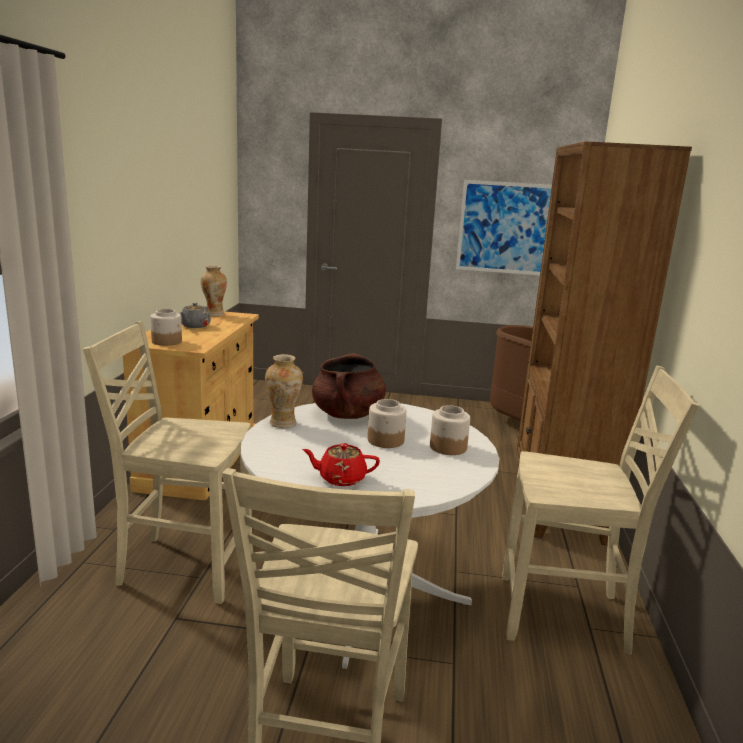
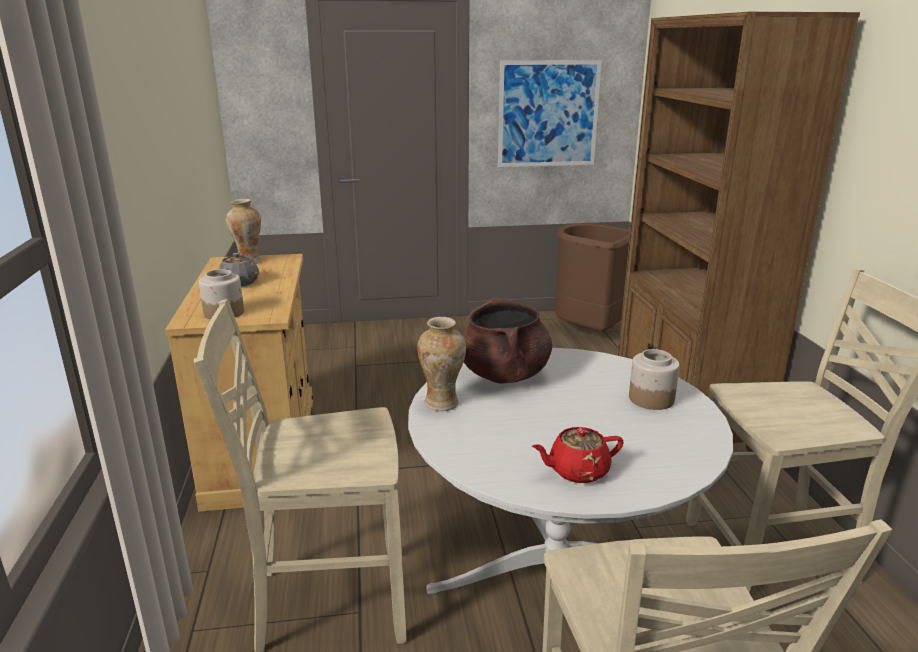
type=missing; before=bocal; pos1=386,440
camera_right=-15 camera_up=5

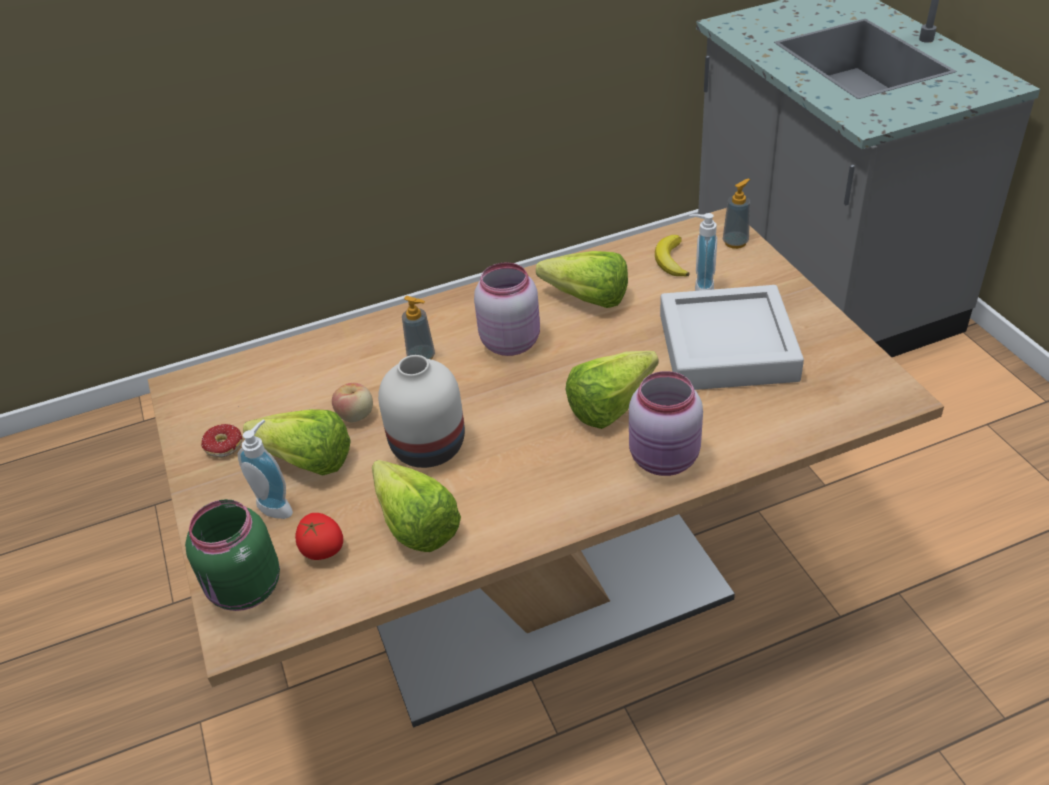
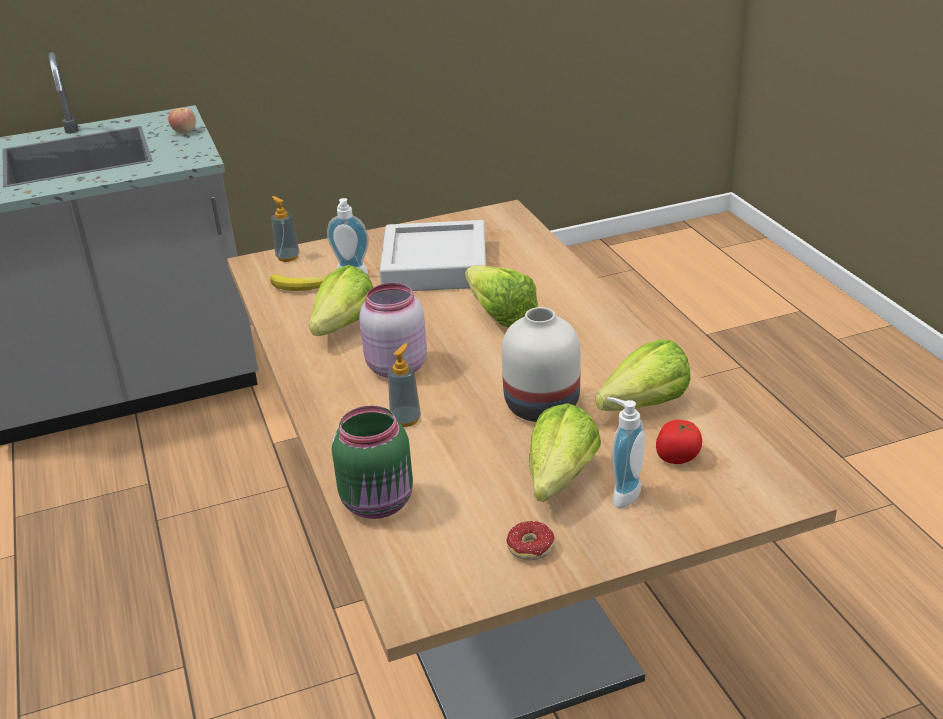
type=relocated; before=bocal (vert); pos1=244,590; pos2=379,503
type=relocated; before=pomme; pos1=356,415; pos2=184,131
type=missing; before=bocal (rose); pos1=665,459
camera_right=-90 camera_up=-10

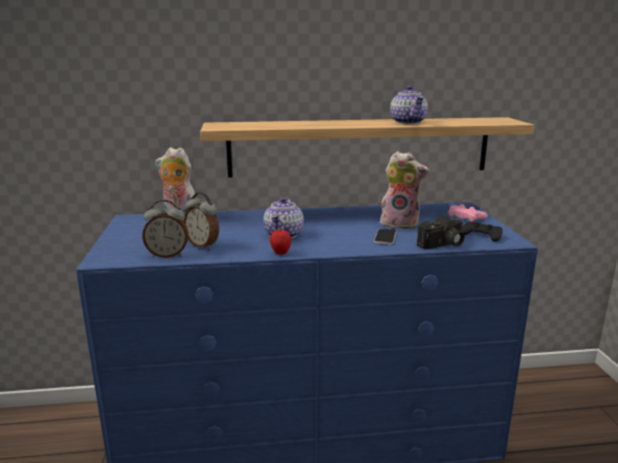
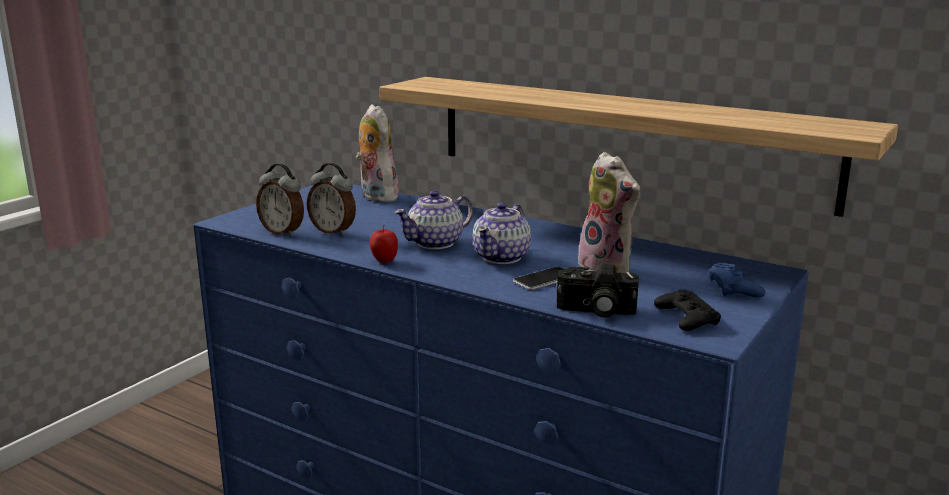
type=spun; before=réveil; pos1=203,245; pos2=333,231; turn=-45
type=relocated; before=théière; pos1=408,122; pos2=502,257
type=colour; before=manette (rose); after=manette (bleu); pos1=466,217; pos2=734,287
camera_right=40 camera_up=0

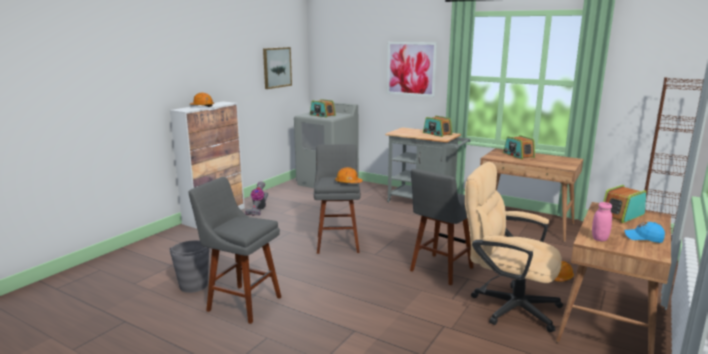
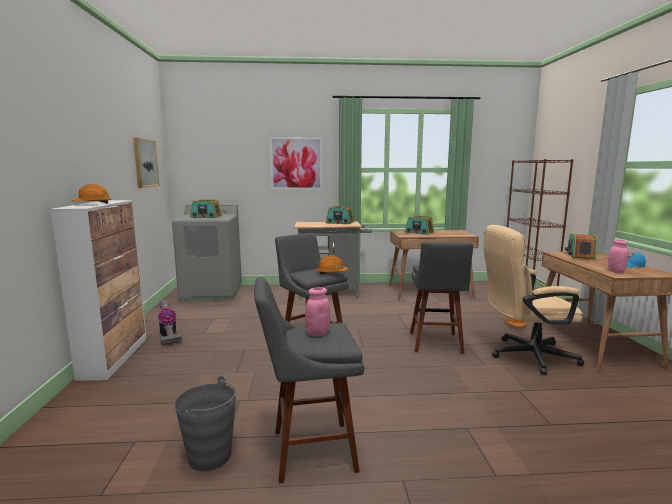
type=appeared; after=bocal (rose); pos2=317,333
camera_right=-35 camera_up=-5

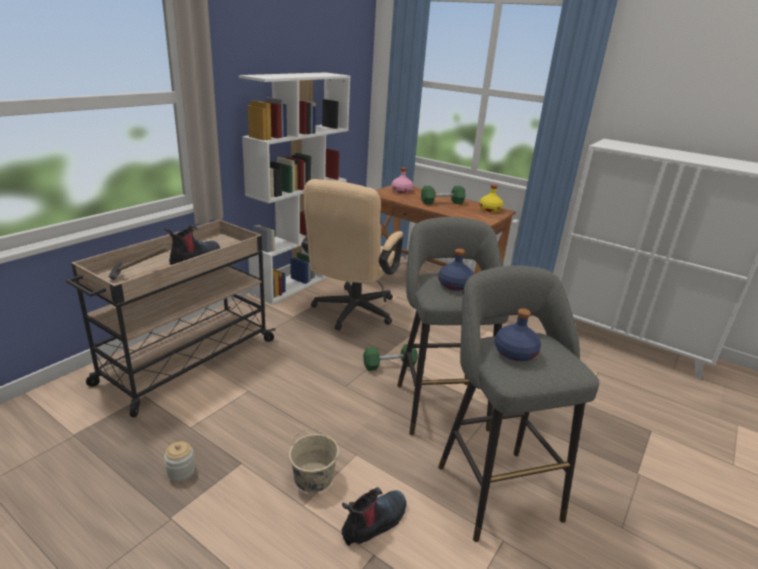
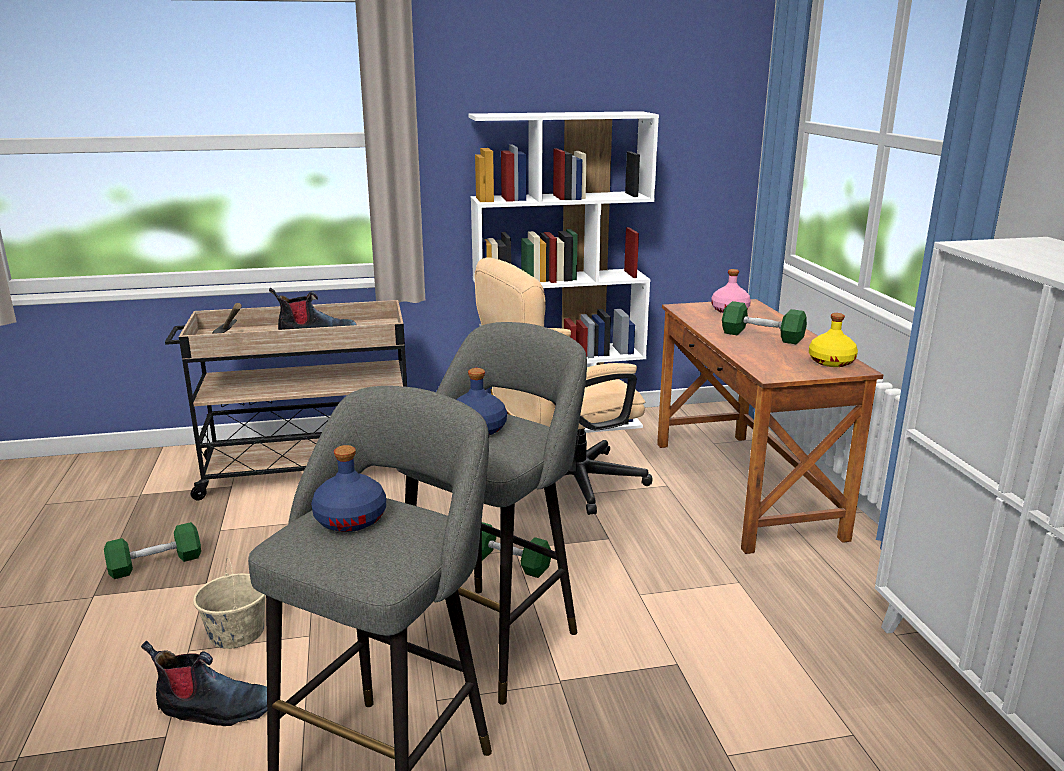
type=exchanged; before=bocal; after=haltère (vert); pos1=181,471; pos2=156,564
camera_right=45 camera_up=-5

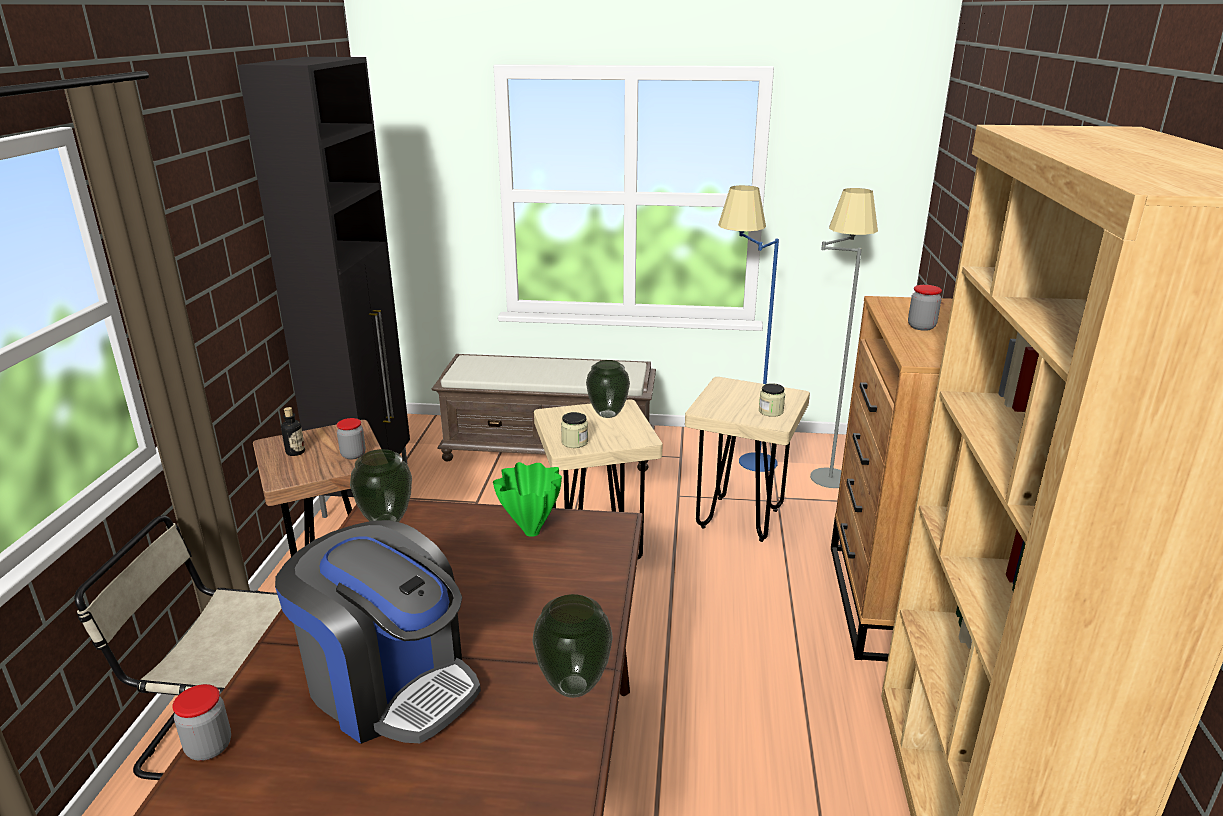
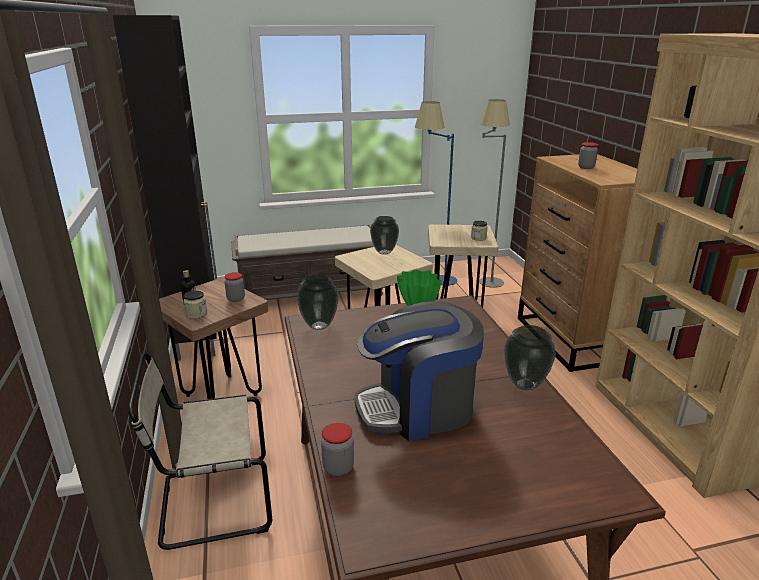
type=spun; before=machine à café; pos1=390,684; pos2=418,408; turn=150
type=relocated; before=bocal; pos1=574,442; pos2=196,314
camera_right=-20 camera_up=0

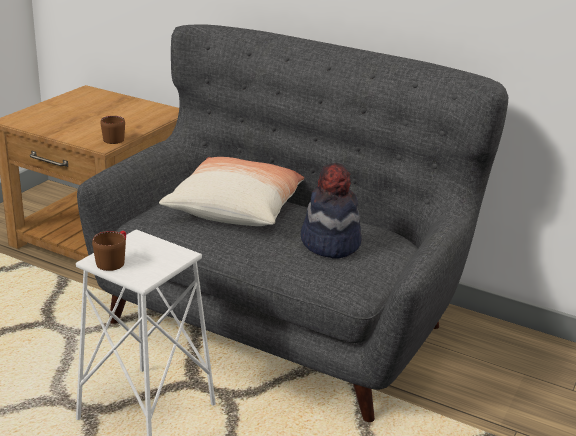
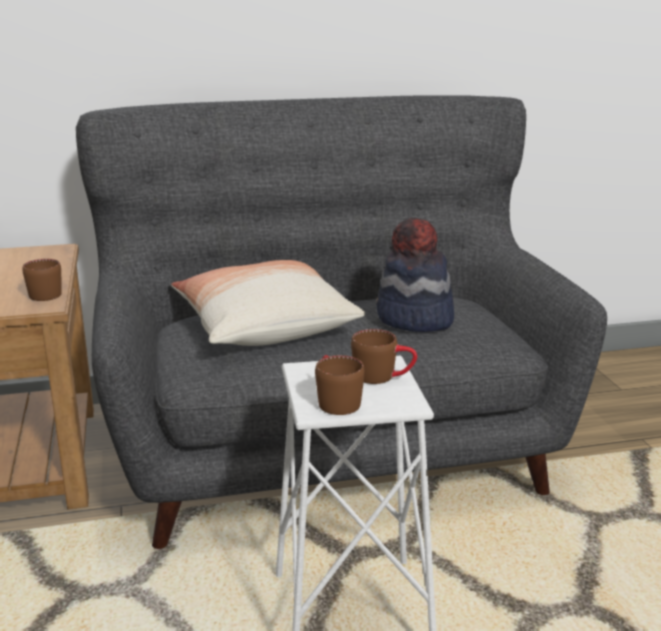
type=appeared; after=mug (marron); pos2=383,376
camera_right=-40 camera_up=-5

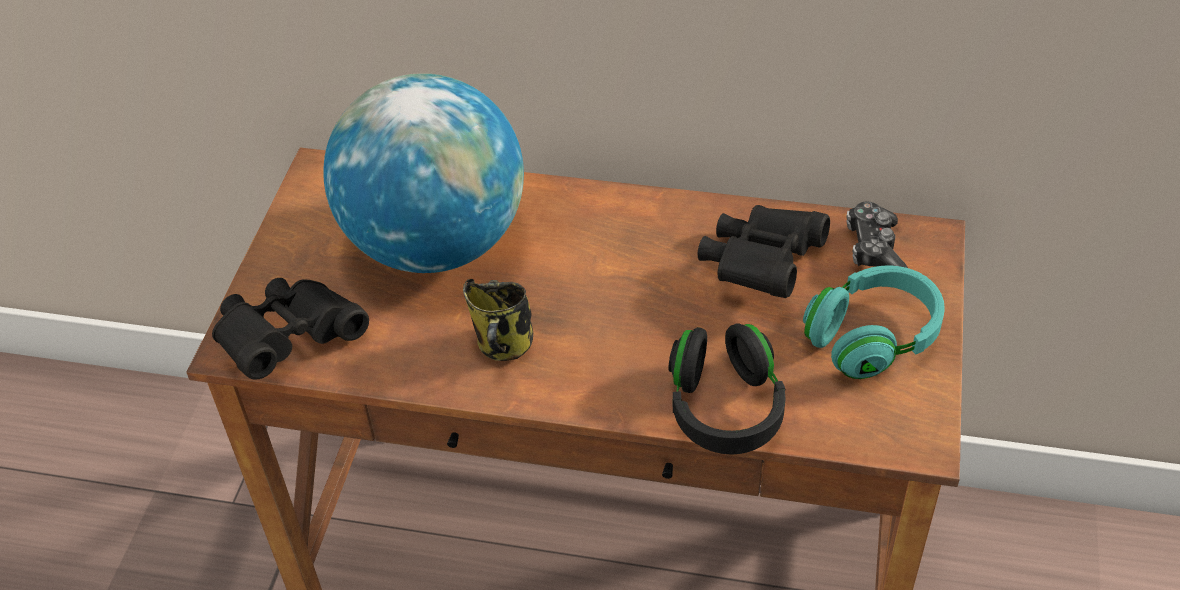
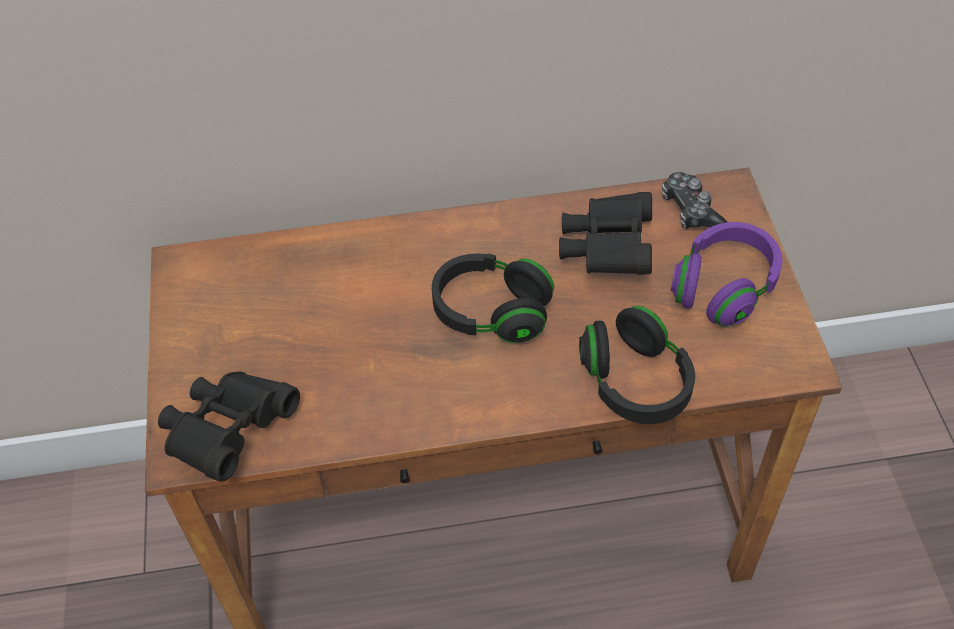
type=missing; before=globe; pos1=435,243
type=missing; before=mug; pos1=504,346
type=colour; before=casque audio (turquoise); after=casque audio (violet); pos1=872,338; pos2=724,288
type=appeared; after=casque audio (noir); pos2=491,312
camera_right=-20 camera_up=5

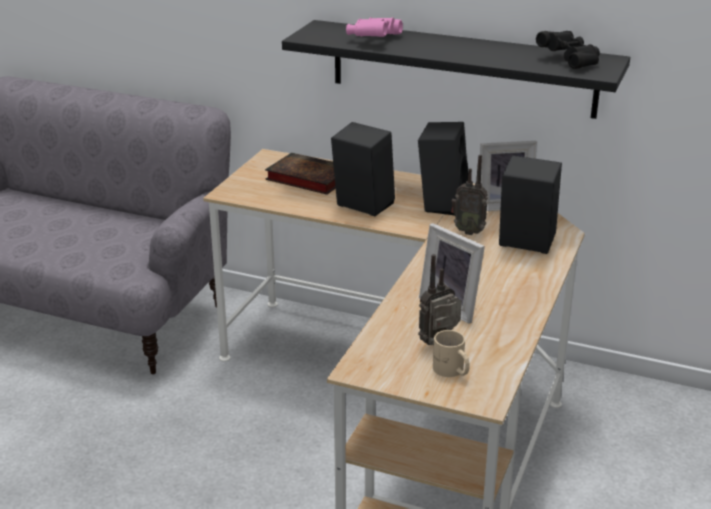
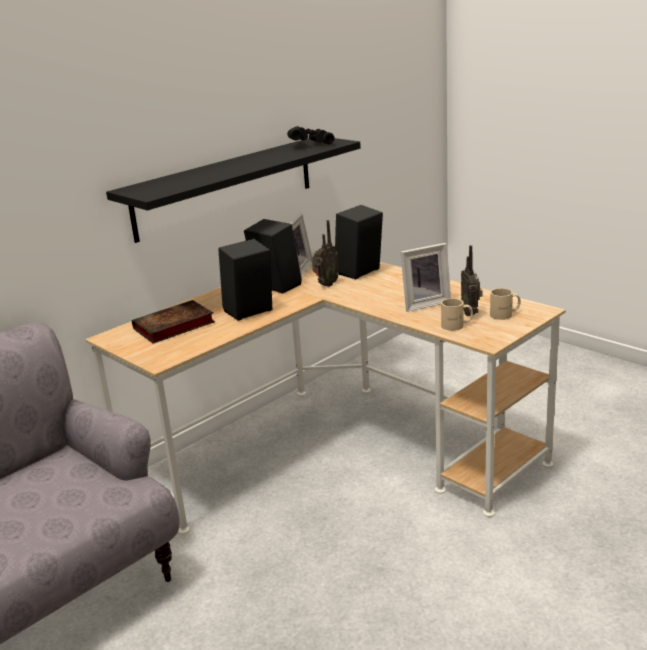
type=missing; before=jumelles (rose); pos1=373,40
type=appeared; after=mug (beige); pos2=457,326
camera_right=-65 camera_up=-5

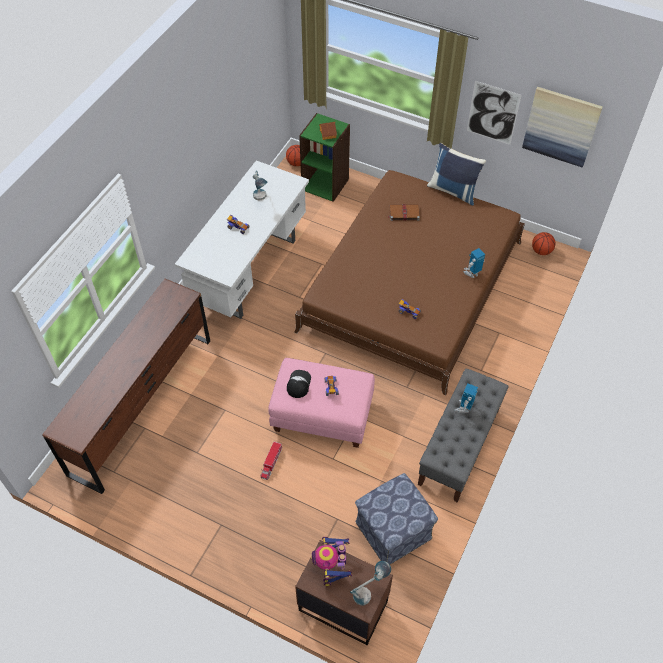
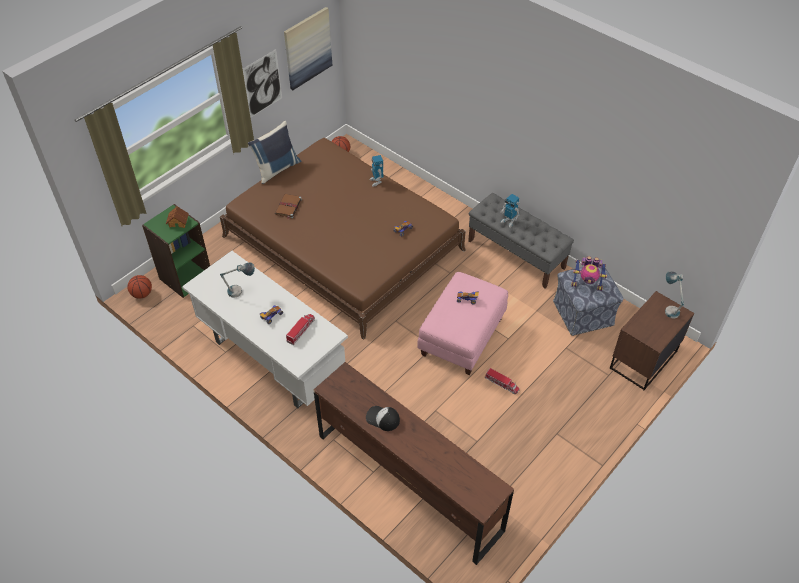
type=relocated; before=casquette; pos1=298,384; pos2=382,419
type=relocated; before=robot jouet; pos1=331,566; pos2=587,284
type=appeared; after=camion jouet; pos2=301,330
camera_right=-75 camera_up=-5

